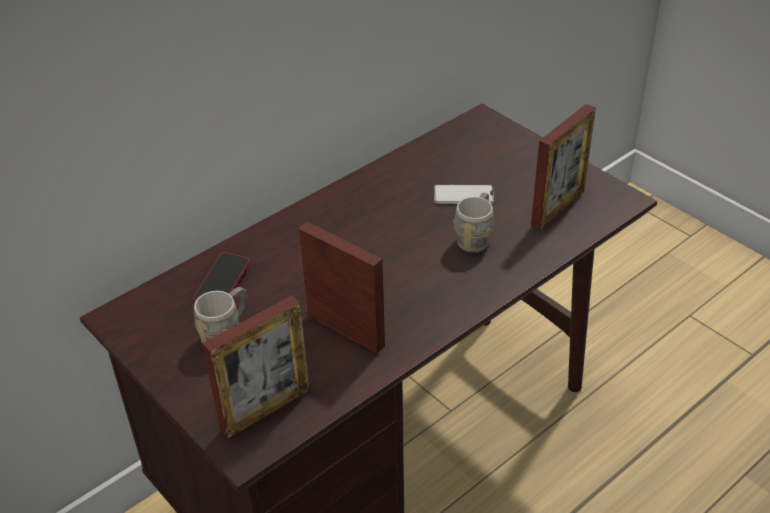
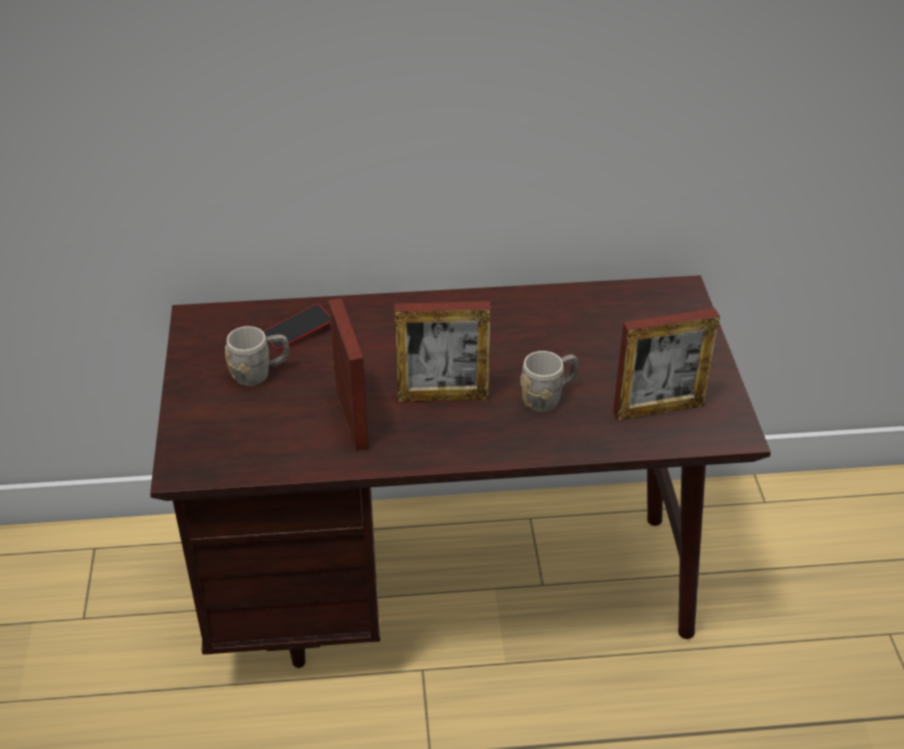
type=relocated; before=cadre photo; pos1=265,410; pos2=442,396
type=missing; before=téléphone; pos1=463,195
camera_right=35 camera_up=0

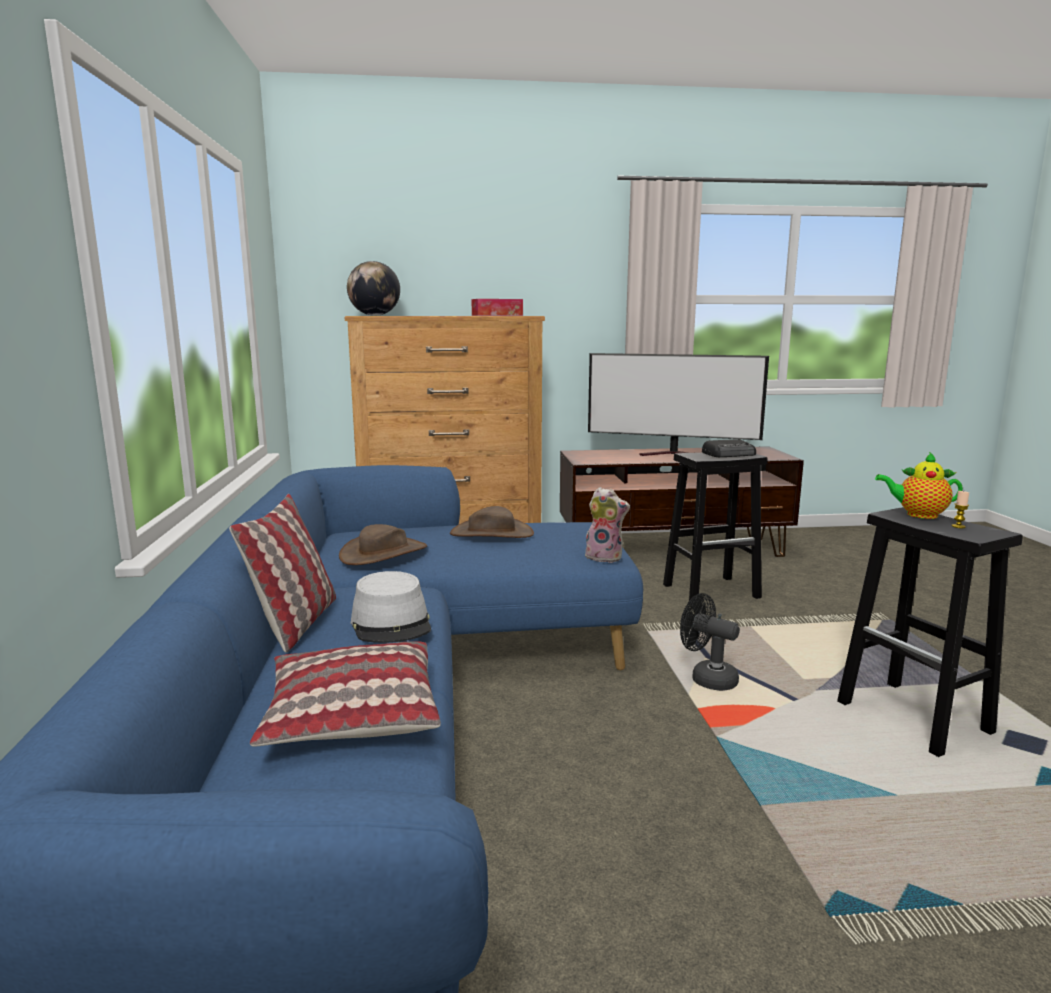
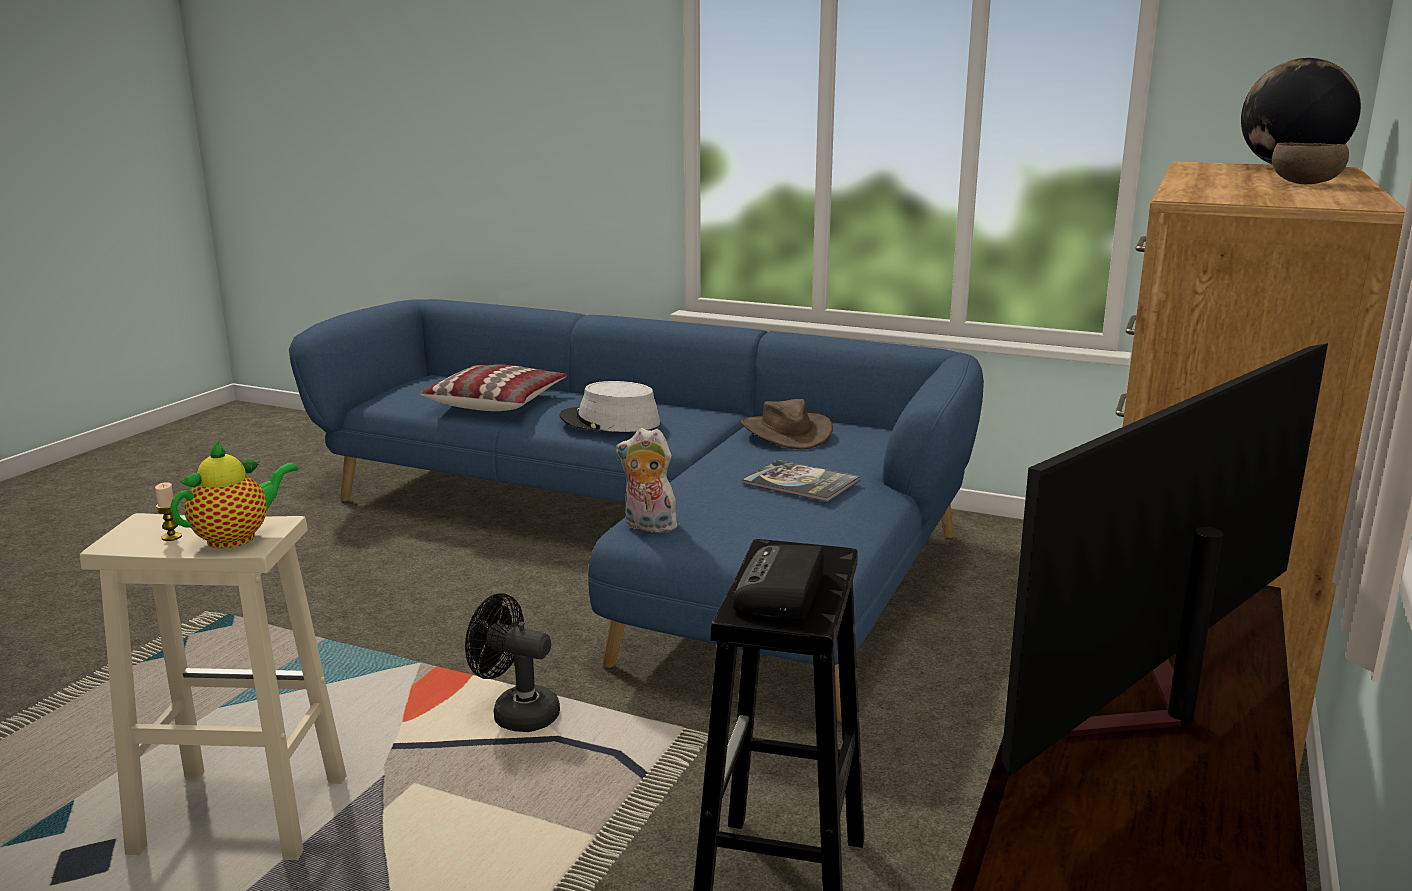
type=missing; before=coussin; pos1=296,623
type=exchanged; before=chapeau (marron); after=livre; pos1=492,533; pos2=801,483
type=missing; before=boîte à mouchoirs; pos1=497,315
type=spun; before=peluche; pos1=605,557; pos2=647,527; turn=60
type=spun; before=ventilateur (noir); pos1=707,678; pos2=516,713; turn=-135
type=colour; before=tabouret (noir); after=tabouret (beige); pos1=915,718; pos2=238,815
type=appeared; after=bol (marron); pos2=1303,183
camera_right=120 camera_up=5

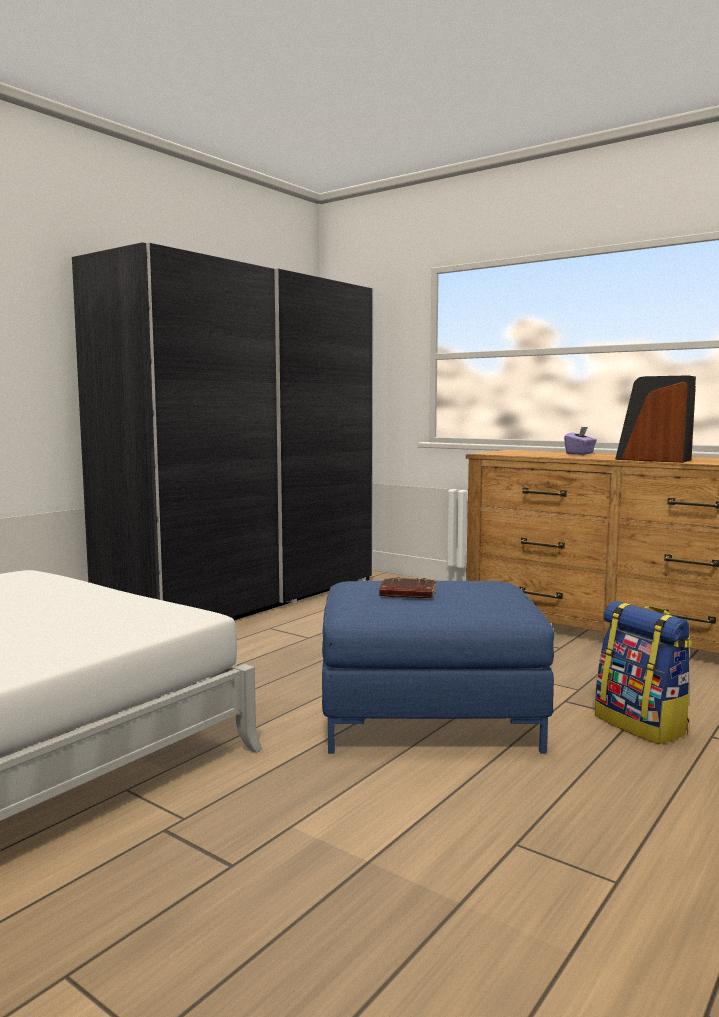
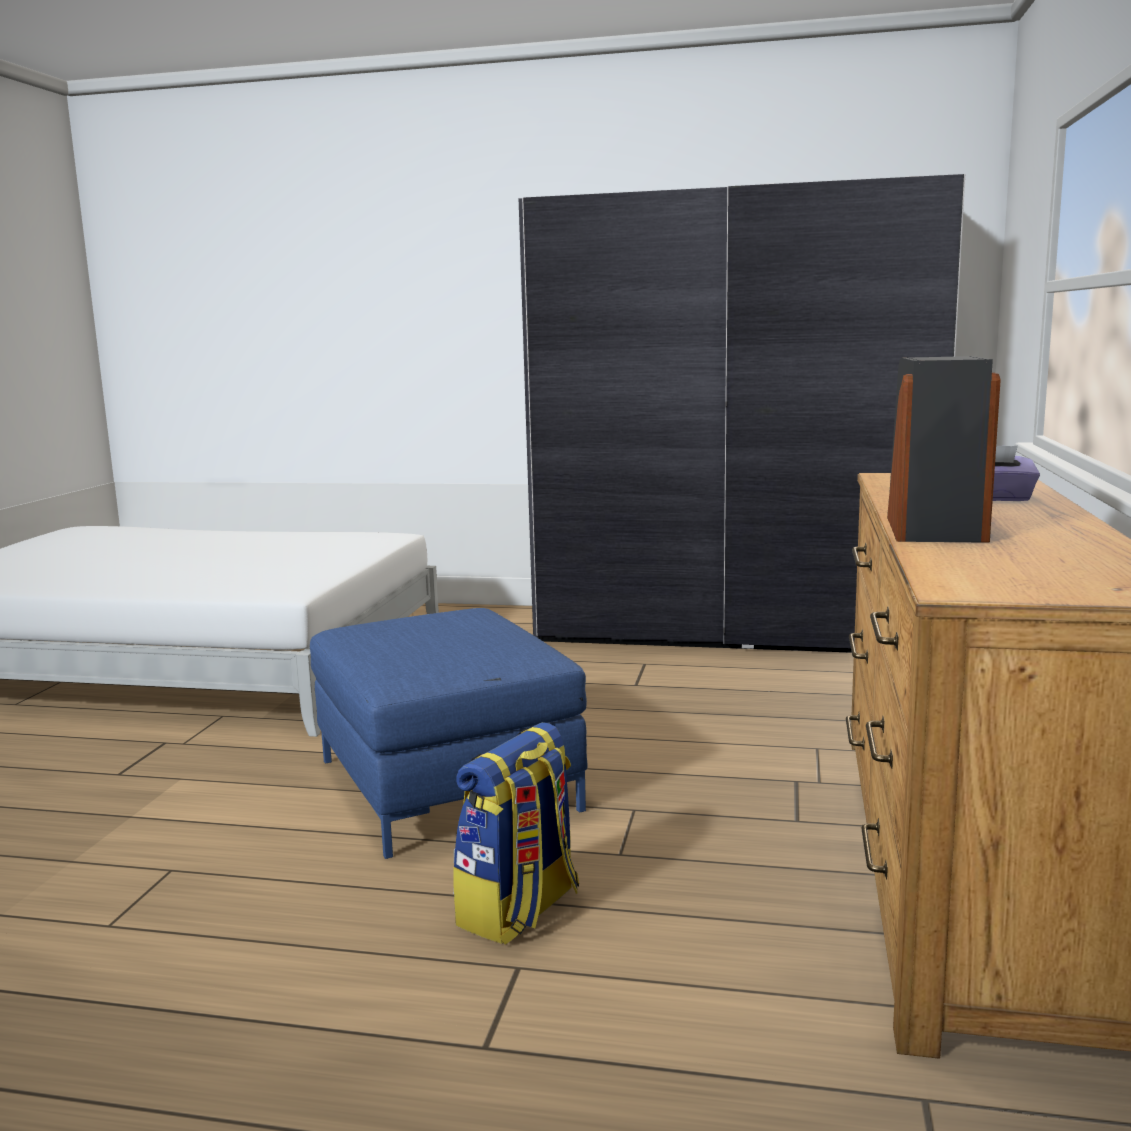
type=missing; before=livre (marron); pos1=407,594
camera_right=65 camera_up=5

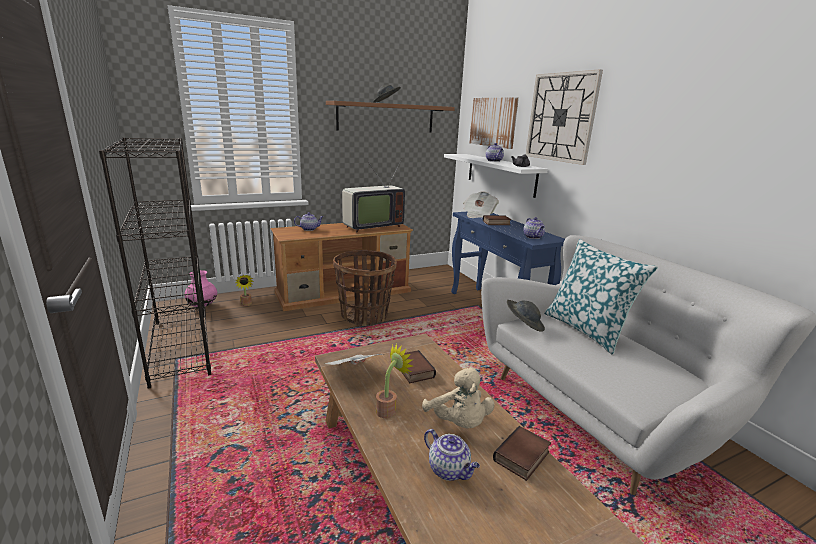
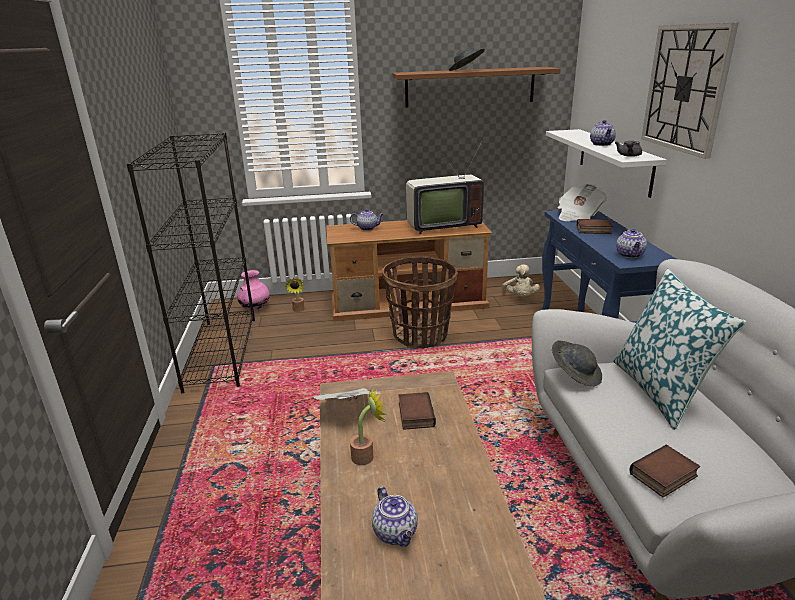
type=relocated; before=peluche (beige); pos1=458,423; pos2=520,297
type=missing; before=tableau; pos1=493,122
type=relocated; before=livre; pos1=522,457; pos2=664,476
camera_right=20 camera_up=5

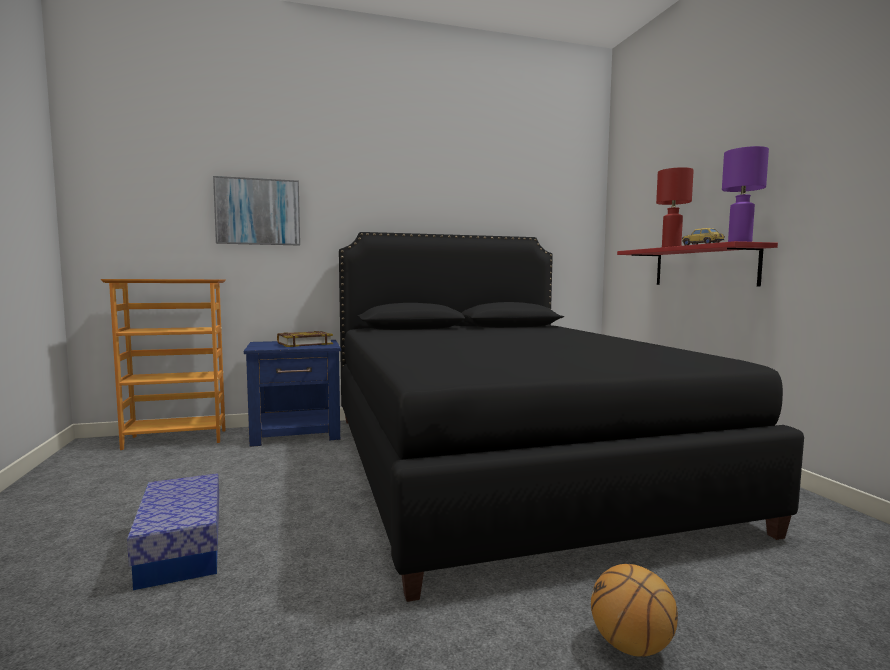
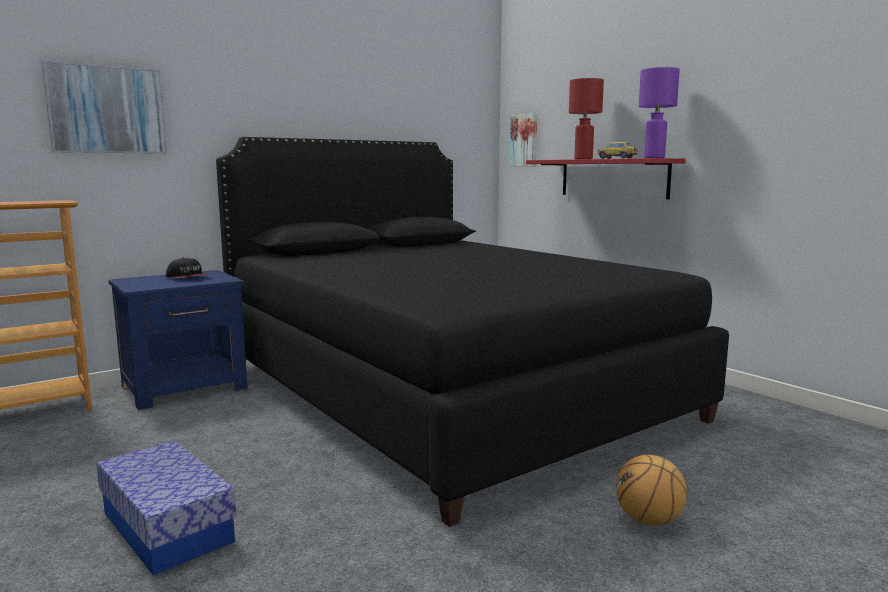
type=exchanged; before=livre; after=casquette; pos1=304,343; pos2=188,277
type=appeared; after=tableau; pos2=524,140
camera_right=-20 camera_up=5

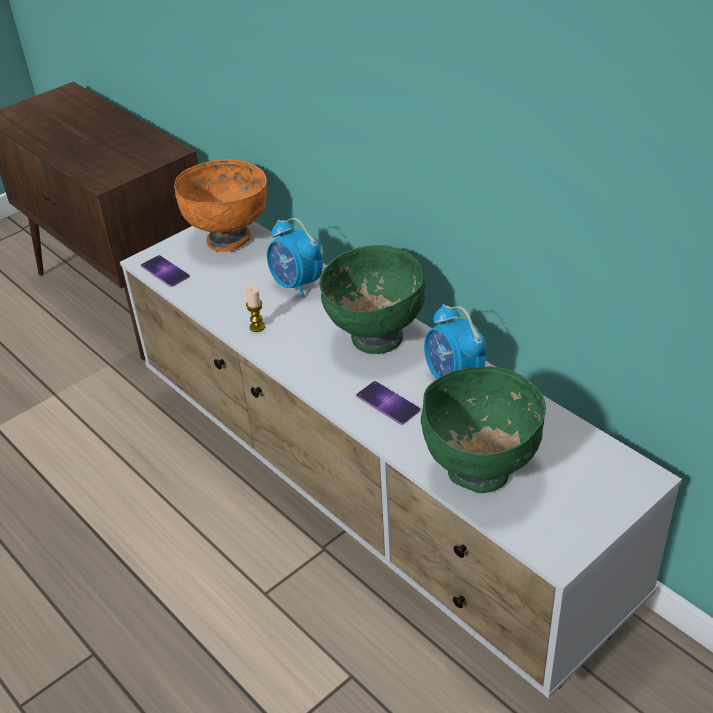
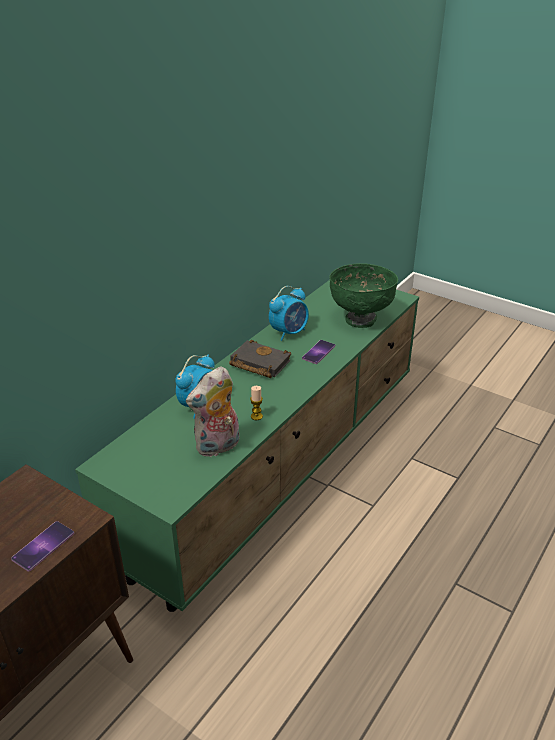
type=colour; before=meuble télé (blanc); after=meuble télé (vert); pos1=368,496; pos2=278,470
type=relocated; before=téléphone; pos1=165,271; pos2=43,546
type=missing; before=bol (orange); pos1=229,239
type=exchanged; before=bol (vert); after=livre (noir); pos1=375,338; pos2=258,363
type=appeared; after=peluche; pos2=218,447
camera_right=-105 camera_up=-5

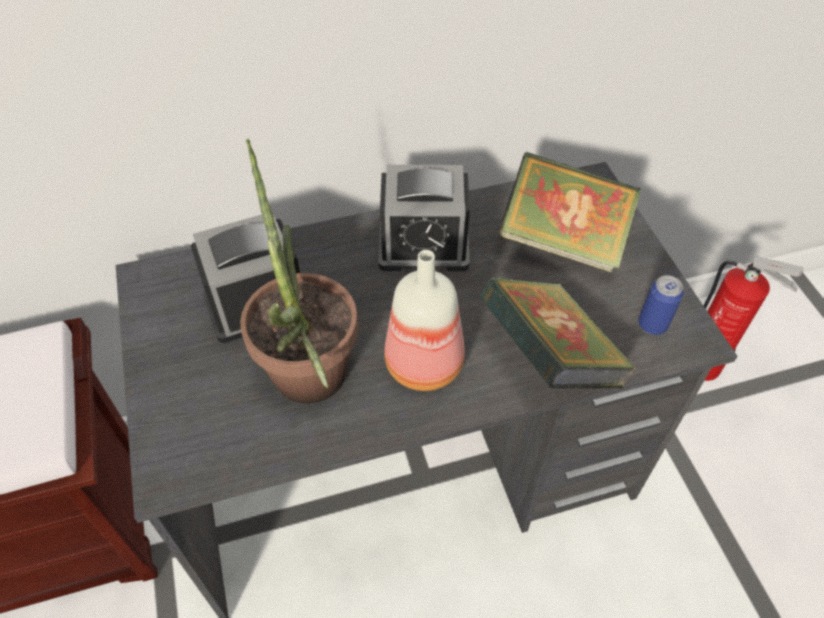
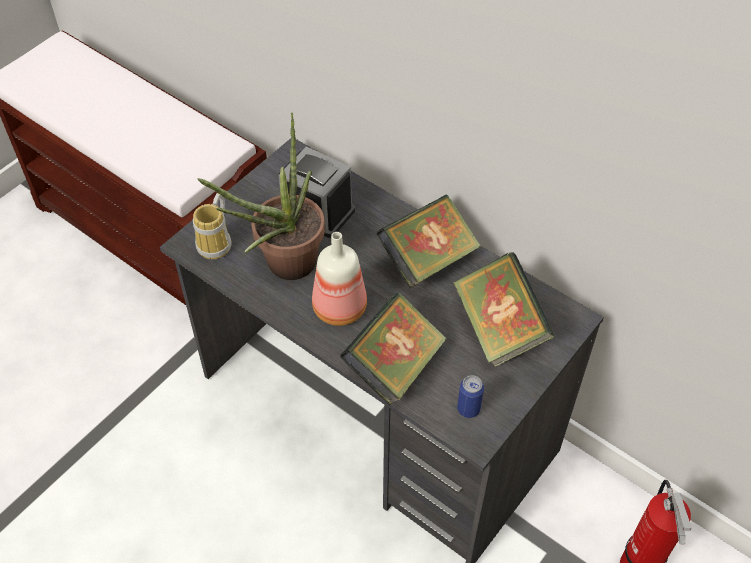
type=exchanged; before=réveil; after=livre; pos1=423,246; pos2=427,260
type=appeared; after=mug; pos2=218,243
camera_right=55 camera_up=0

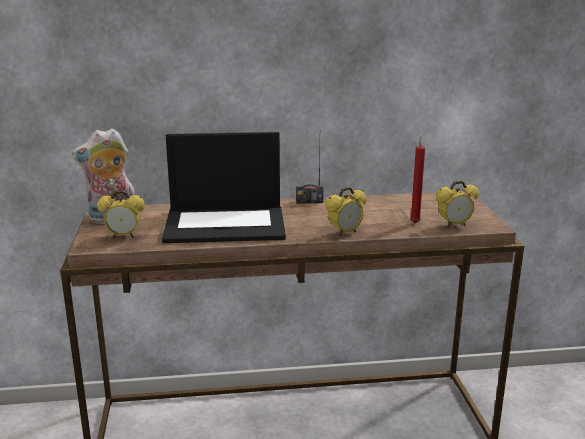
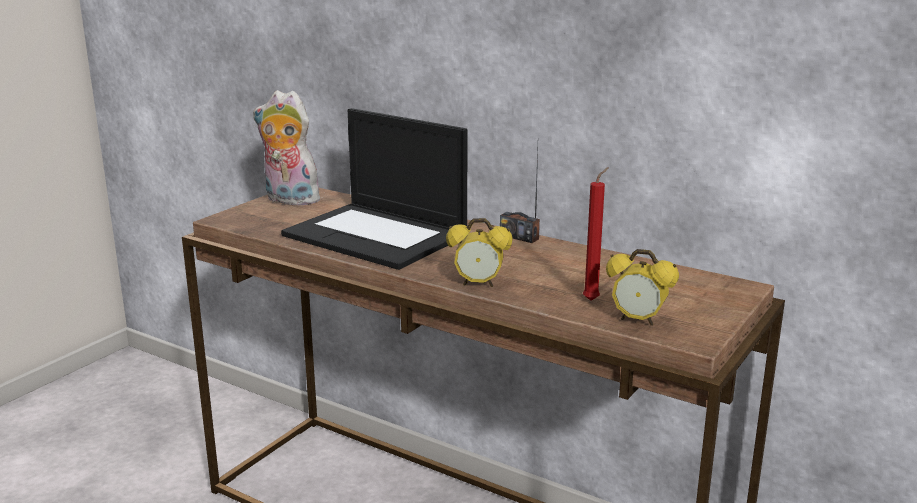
type=missing; before=réveil; pos1=124,236
camera_right=40 camera_up=0

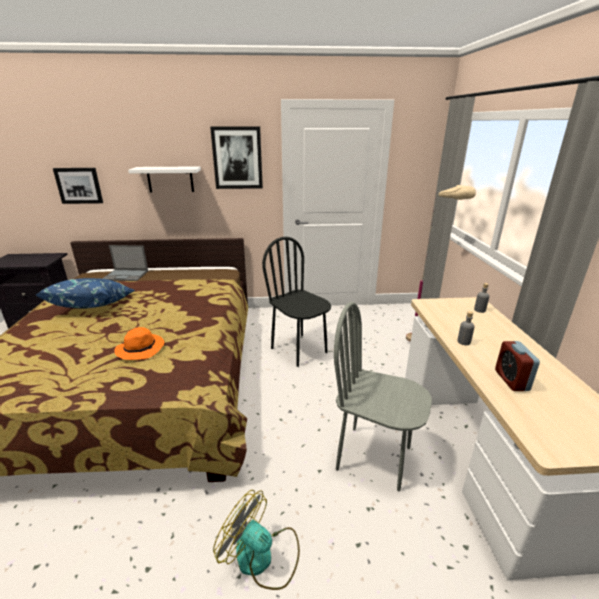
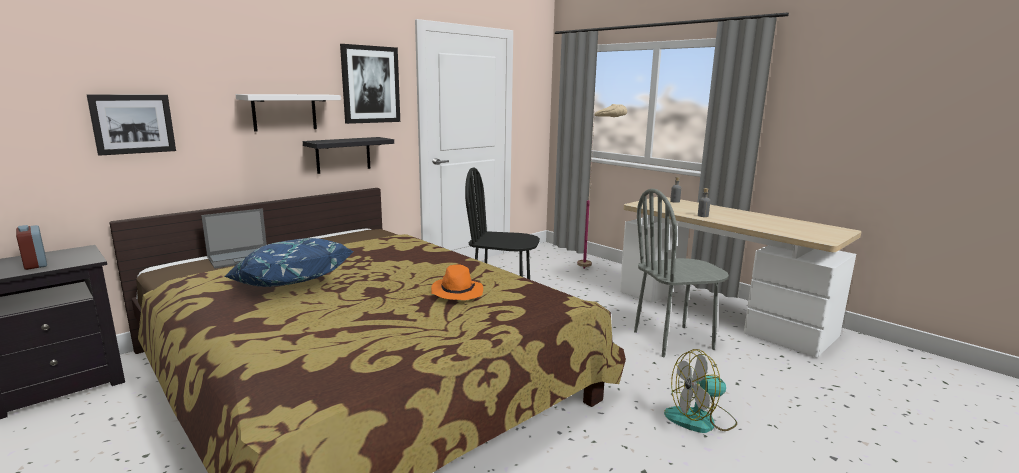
type=relocated; before=réveil; pos1=511,380; pos2=35,264
type=appeared; after=étagère (noir); pos2=343,155
camera_right=-40 camera_up=-10

